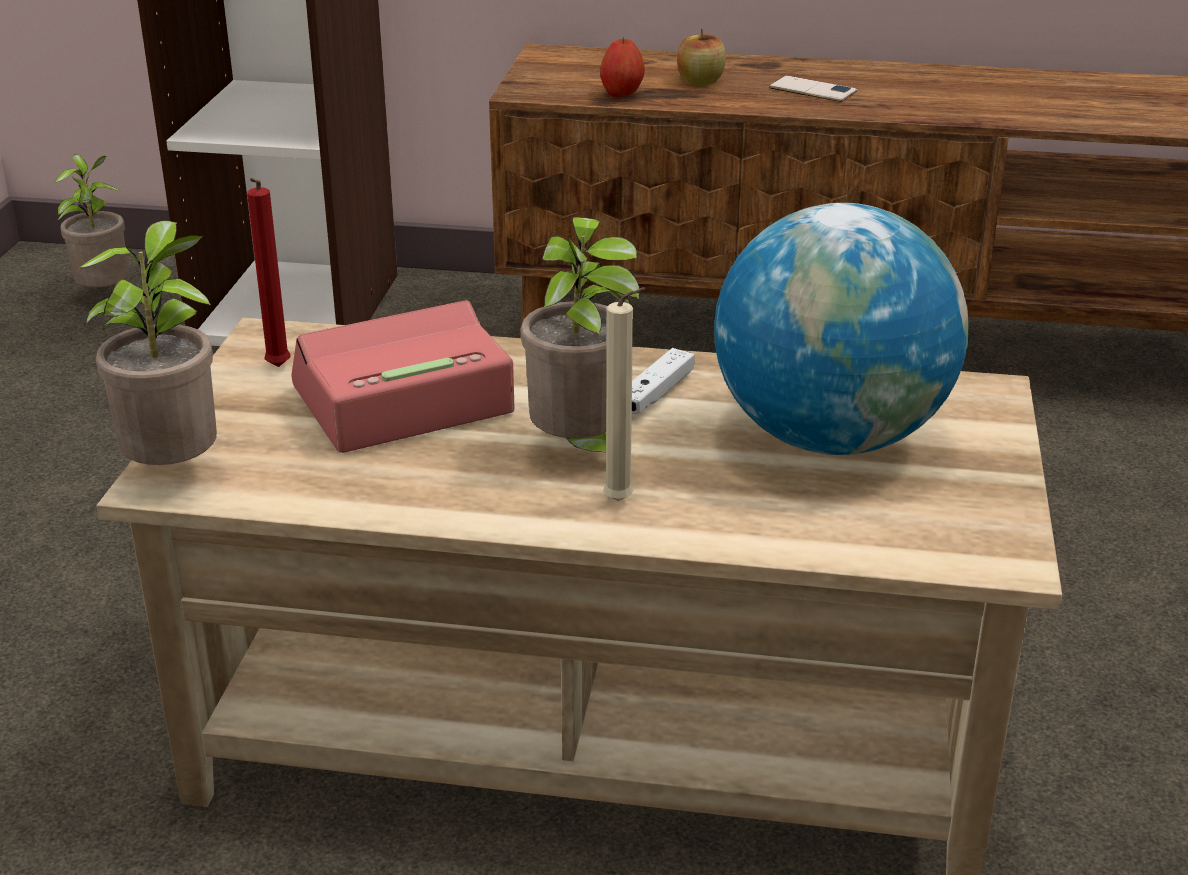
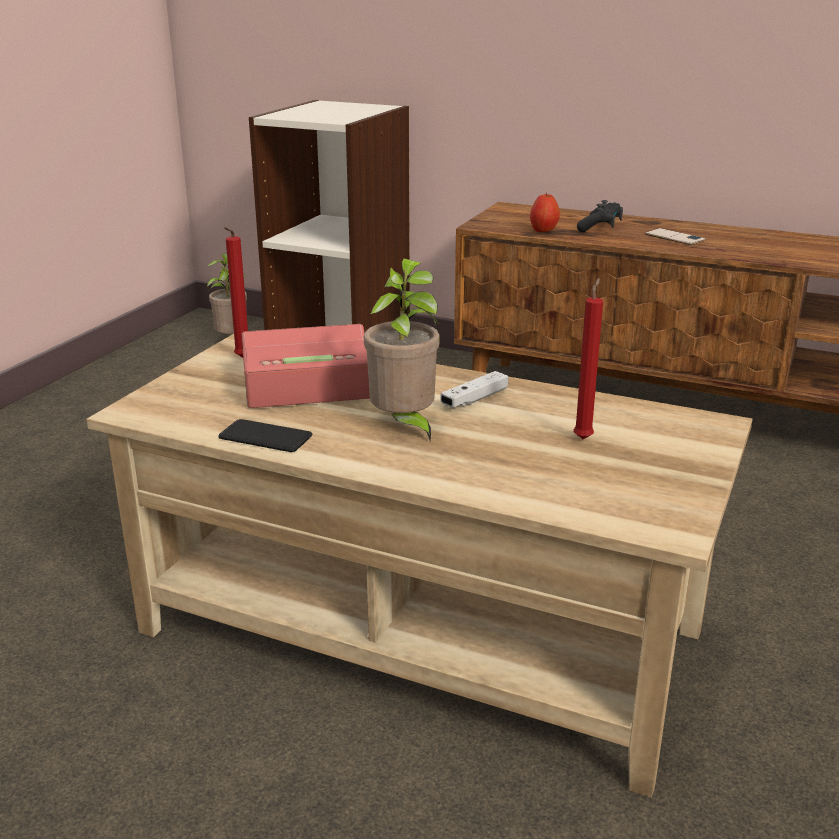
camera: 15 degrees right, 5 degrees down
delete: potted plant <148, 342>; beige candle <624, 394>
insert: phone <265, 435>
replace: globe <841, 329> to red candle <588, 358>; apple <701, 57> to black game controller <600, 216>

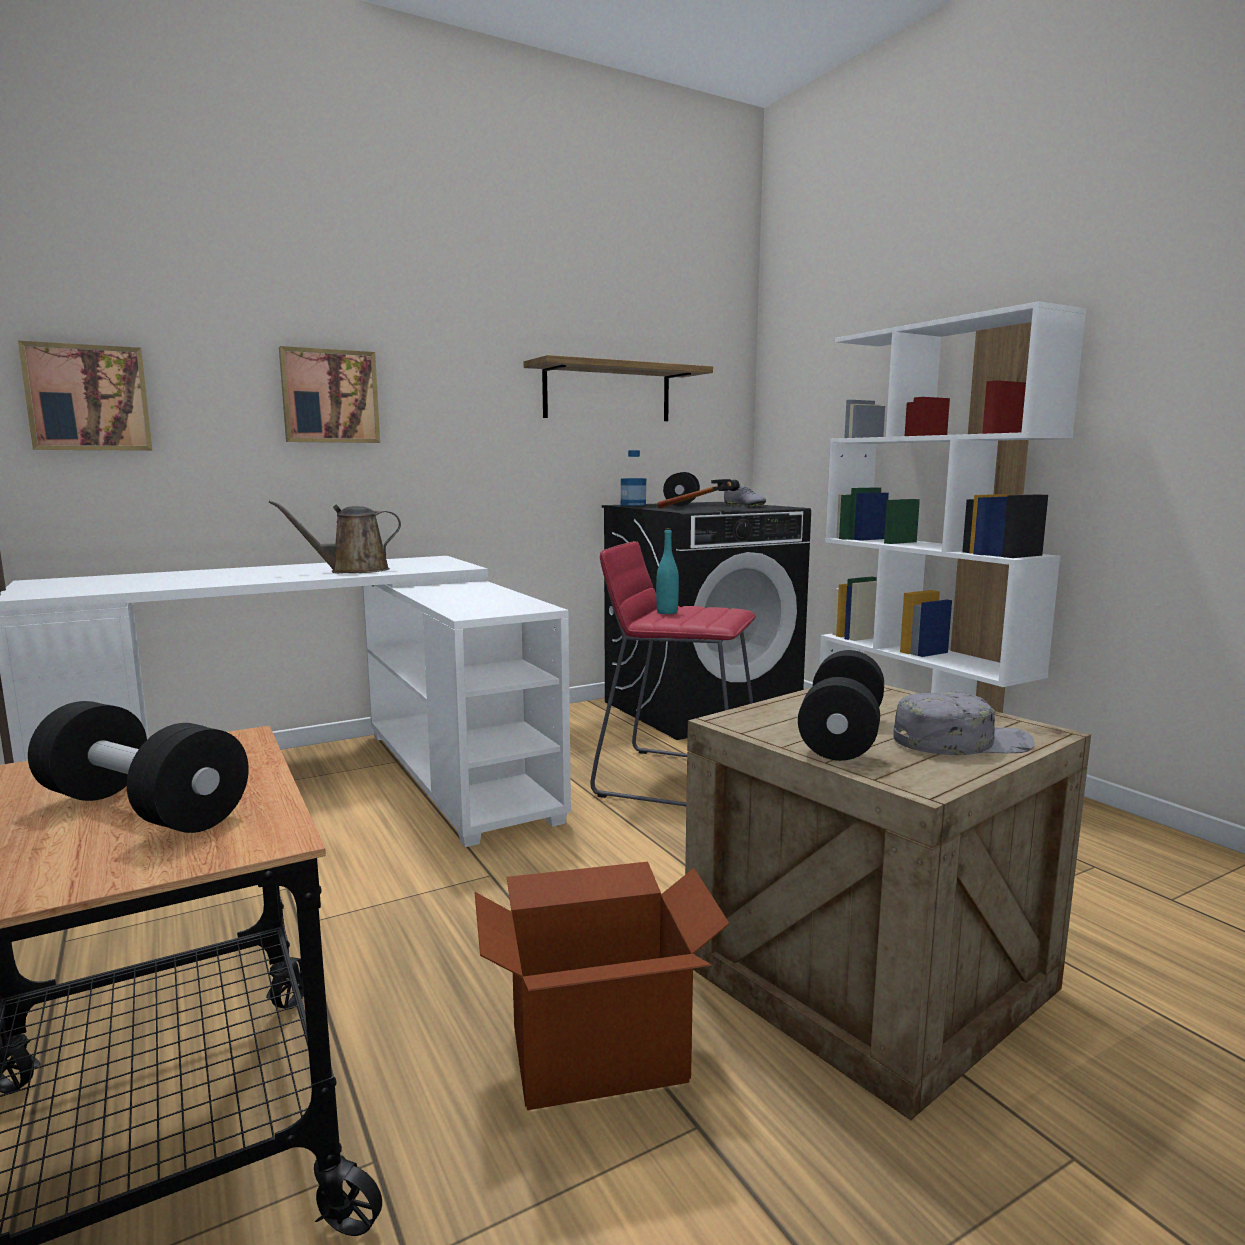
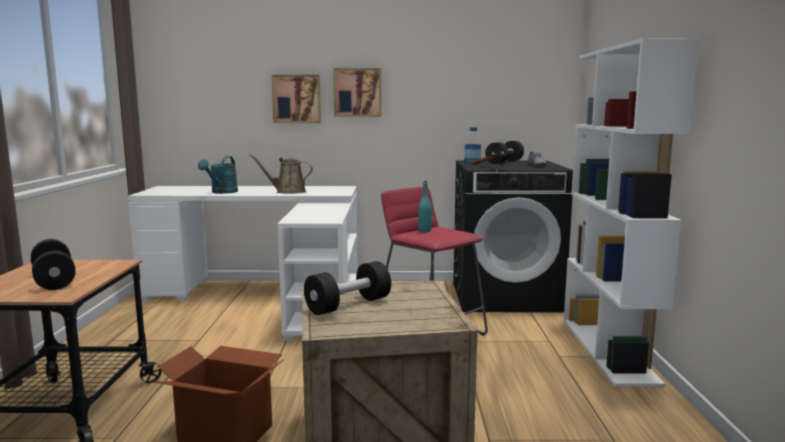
camera: 30 degrees right, 0 degrees up
delete: shelf <618, 388>; grey cap <964, 723>
insert: turquoise watering can <218, 175>
move: picture <85, 396> to <357, 92>

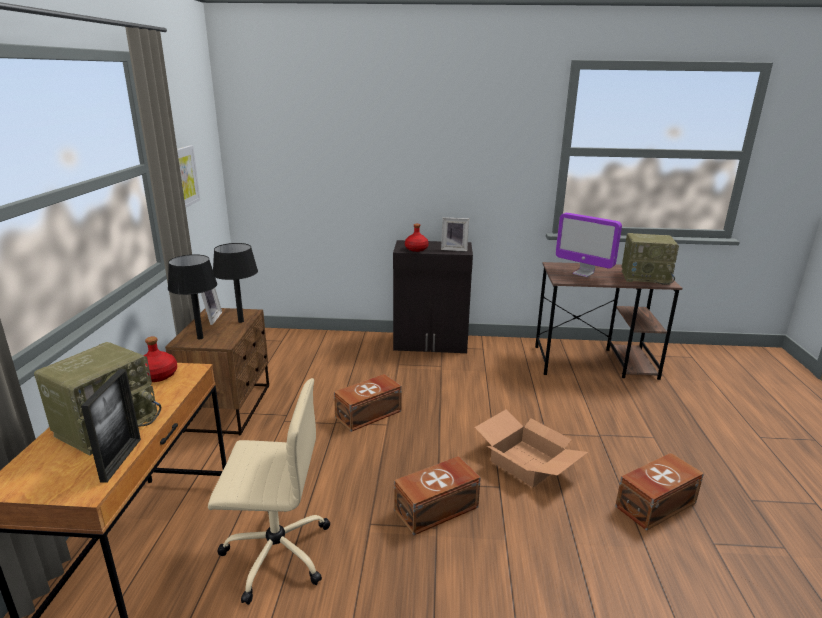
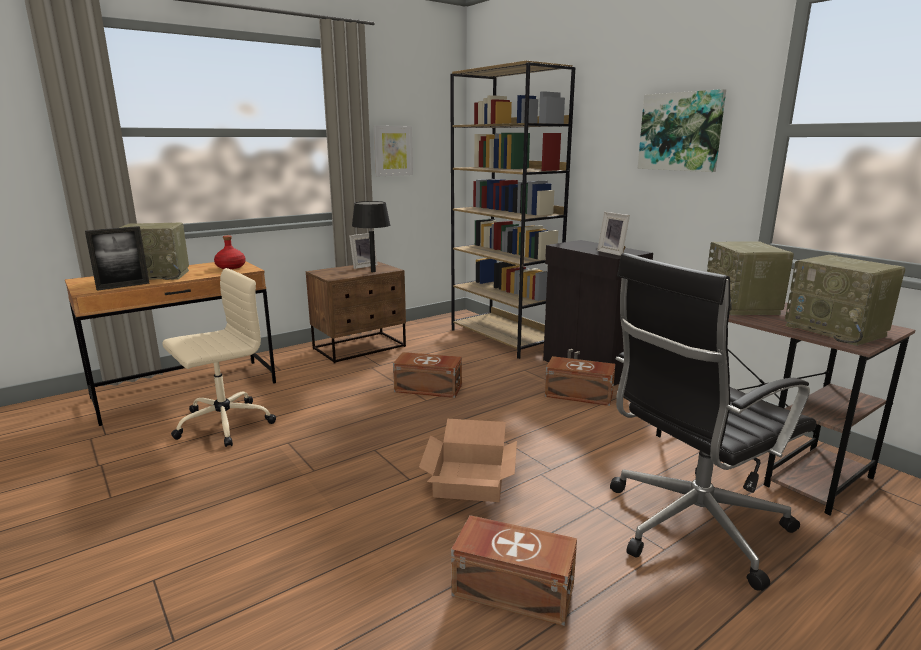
camera: 50 degrees right, 5 degrees down
delete: black table lamp <192, 296>; red bottle <417, 238>
insert: brown bookcase <513, 209>; black office chair <713, 422>; picture <682, 130>
move: brown storage box <437, 496> to <580, 381>
replace: monitor <589, 245> to radio <750, 278>
rotate: beige office chair <269, 491> = <219, 357> 90 degrees counterclockwise

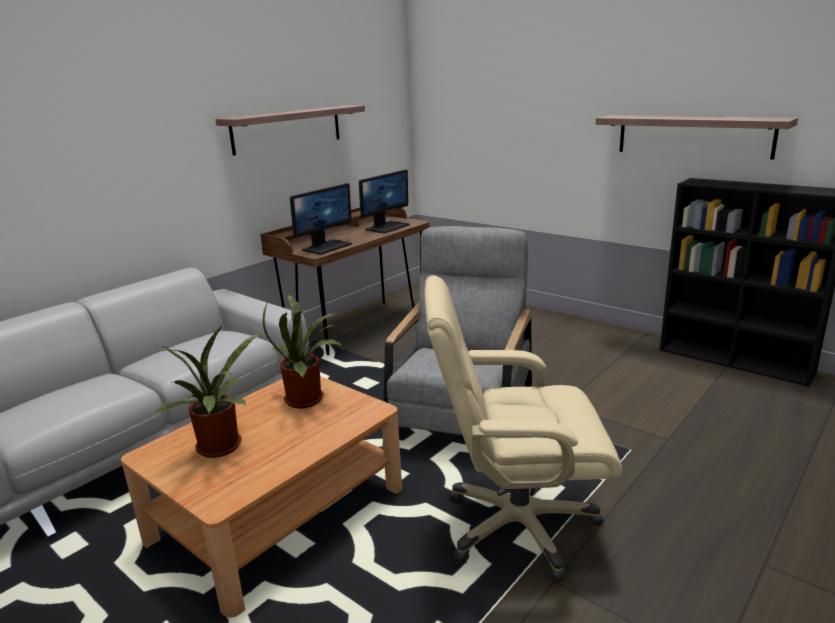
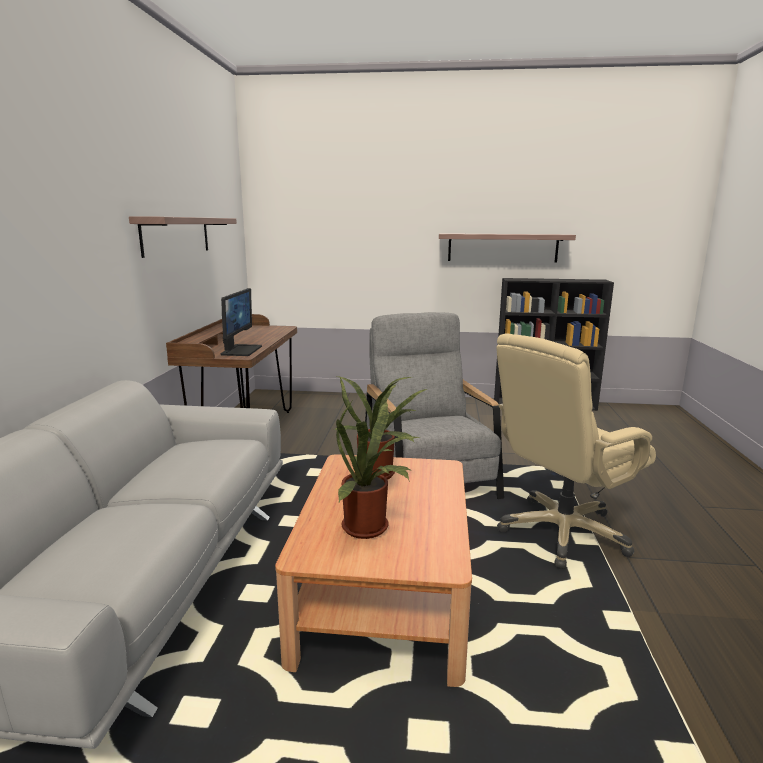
camera: 35 degrees left, 5 degrees down
delete: monitor <384, 201>

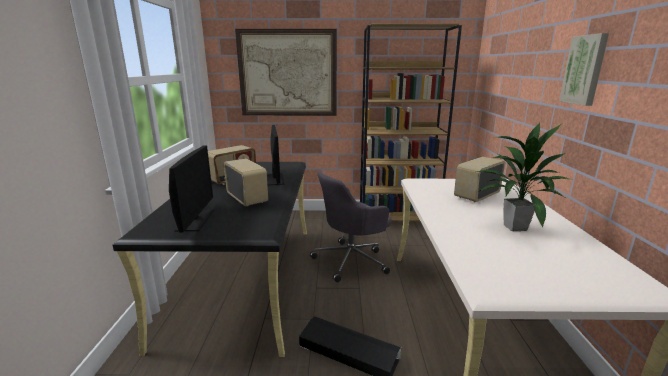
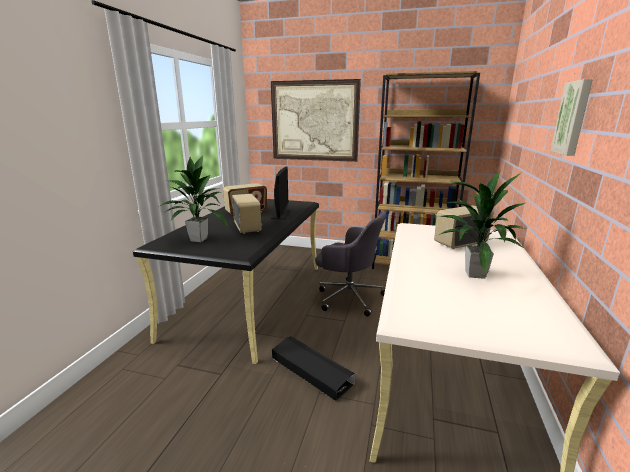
camera: 15 degrees right, 0 degrees up
replace: monitor <191, 189> to potted plant <193, 199>
rotate: grey office chair <351, 226> = <350, 264> 135 degrees counterclockwise

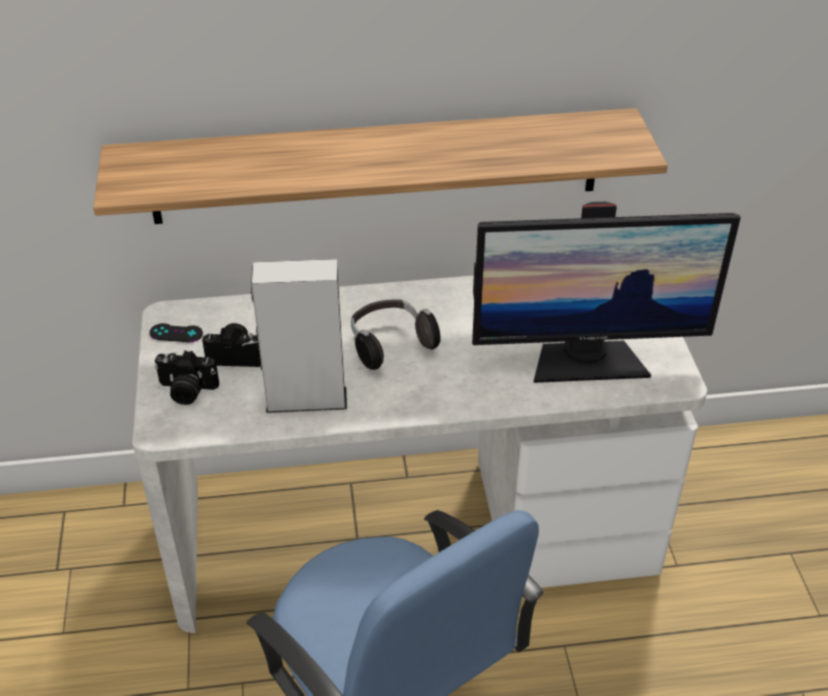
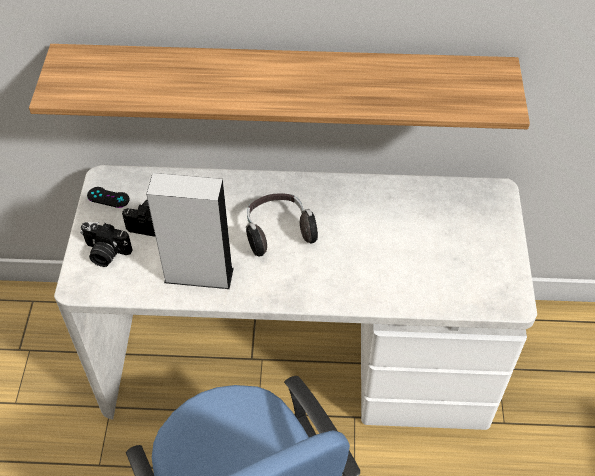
camera: 10 degrees right, 10 degrees up
delete: monitor <606, 292>

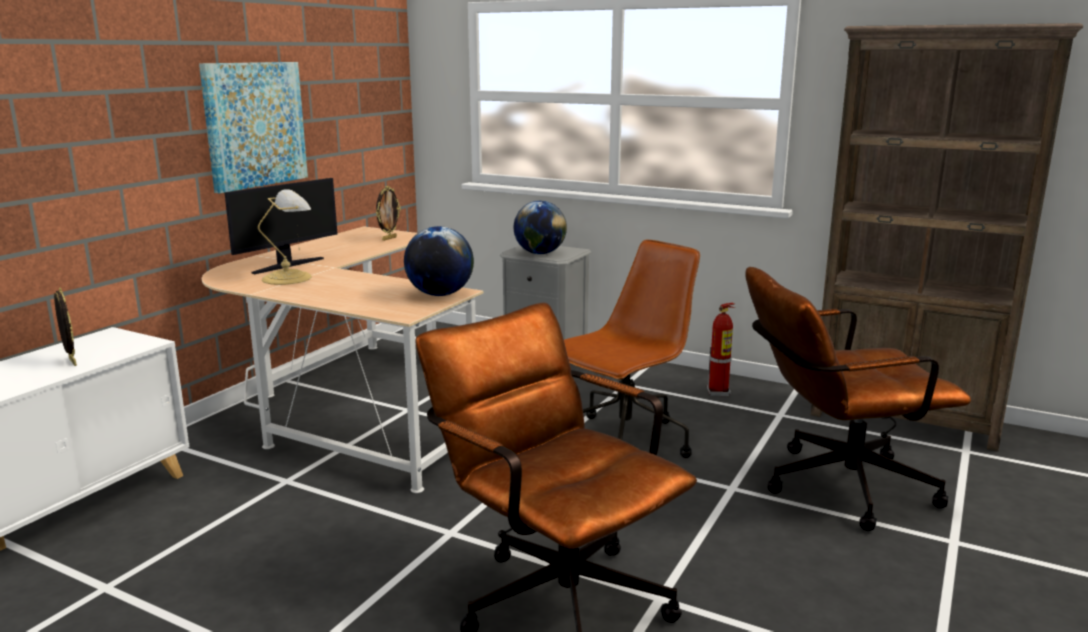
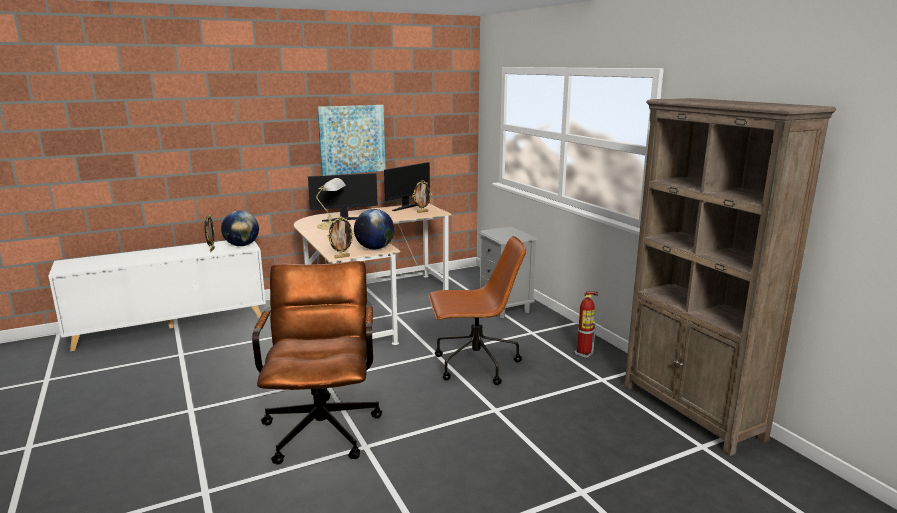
camera: 35 degrees right, 0 degrees up
delete: brown office chair <858, 399>
insert: picture frame <341, 237>; monitor <407, 186>
move: globe <540, 227> to <240, 228>

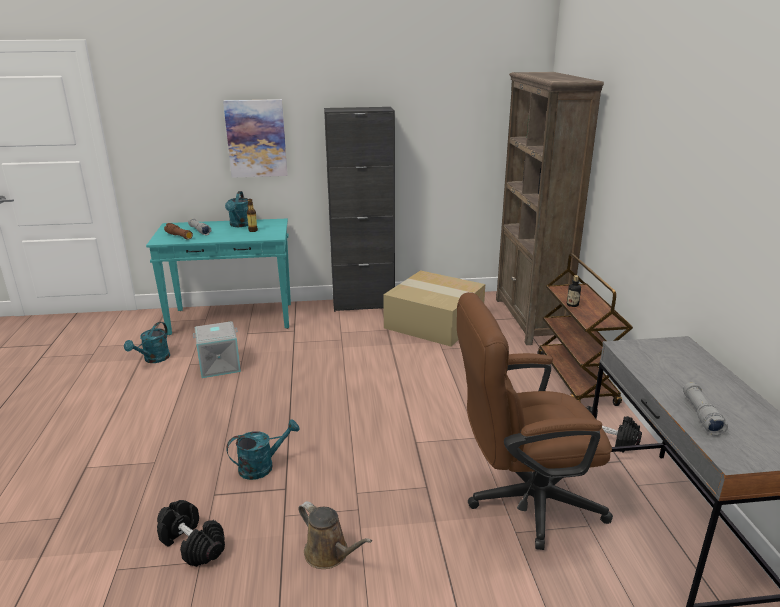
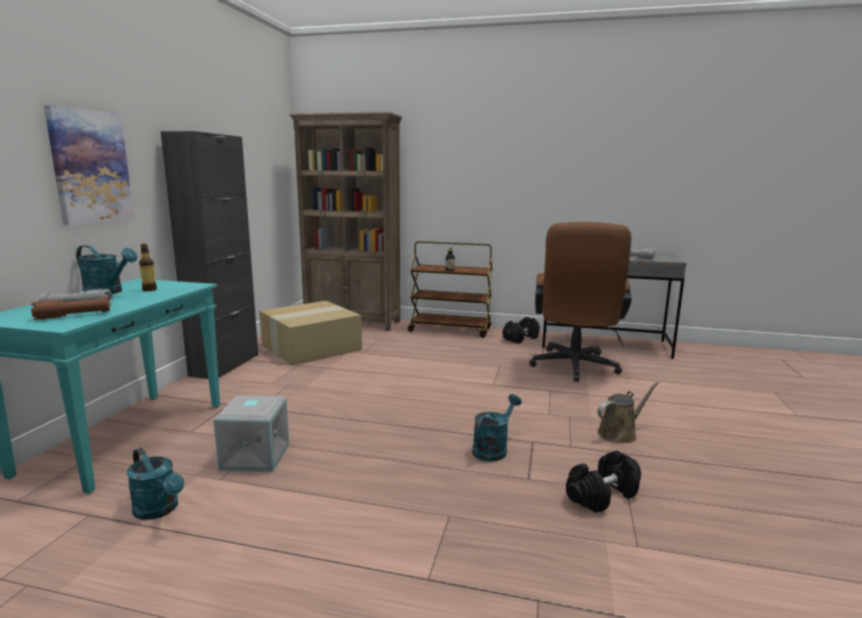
camera: 70 degrees left, 10 degrees down
rotate: turquoise watering can <263, 449> = <497, 428> 45 degrees clockwise

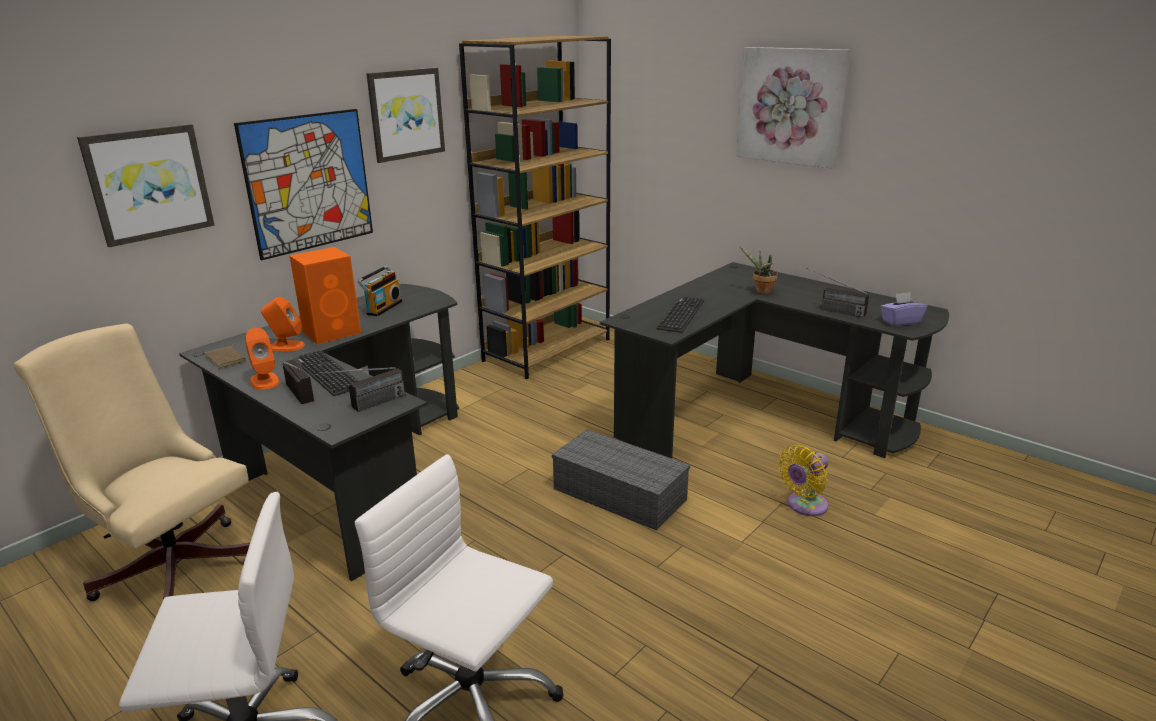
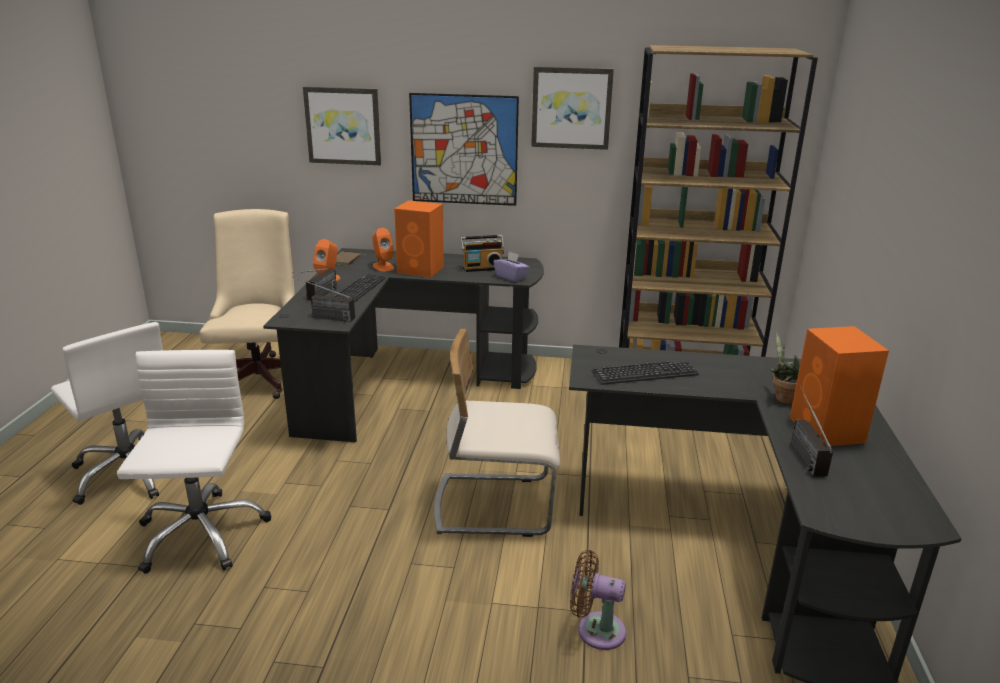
camera: 55 degrees right, 0 degrees up
delete: picture <793, 108>
insert: orange speaker <839, 386>
move: purple tissue box <903, 309> to <511, 267>
replace: grey storage box <621, 480> to beige chair <497, 433>
recolor: yellow fan <803, 480> to brown fan <598, 600>

